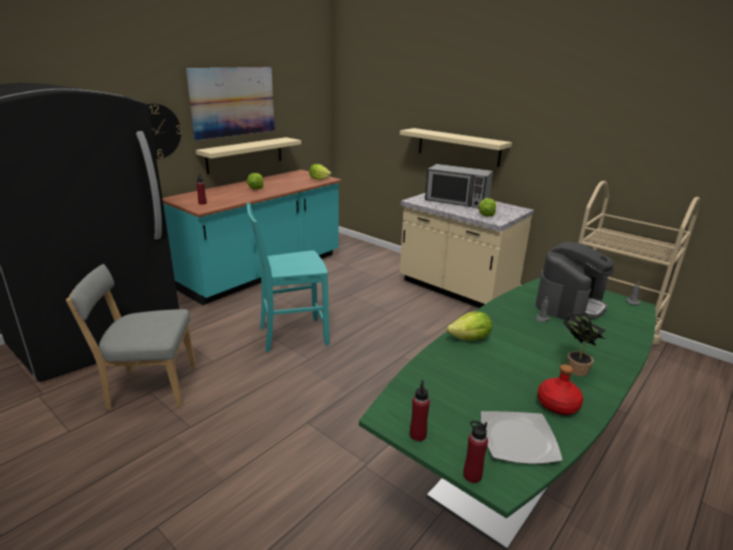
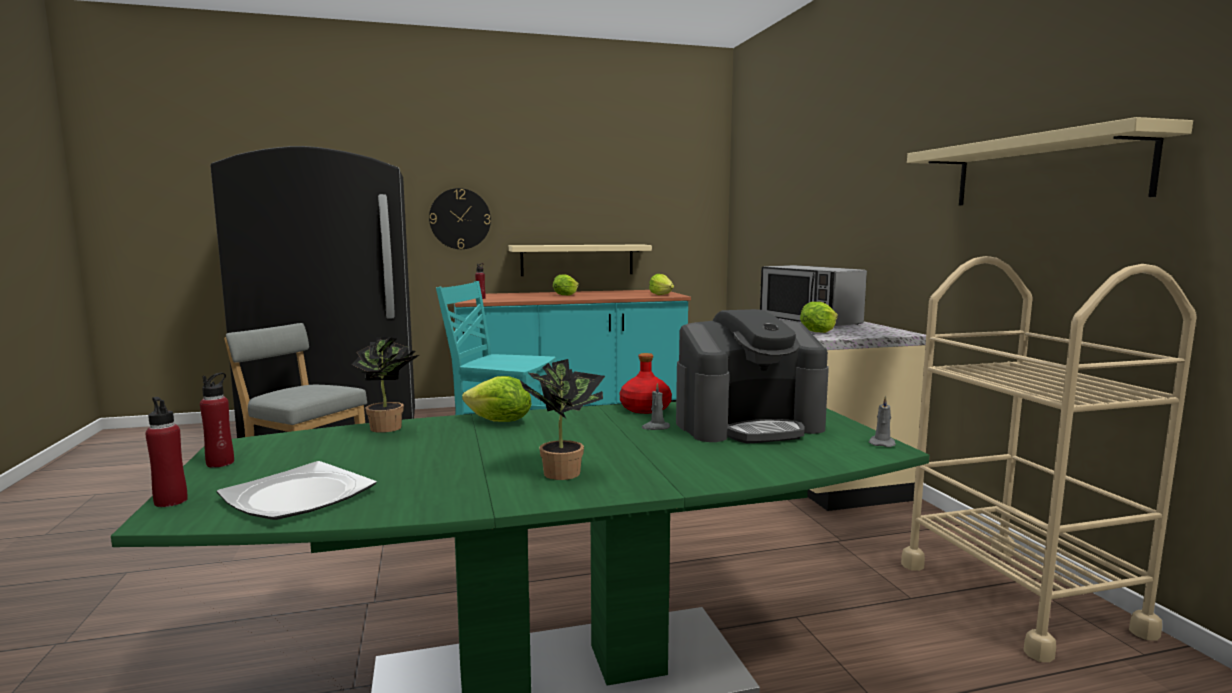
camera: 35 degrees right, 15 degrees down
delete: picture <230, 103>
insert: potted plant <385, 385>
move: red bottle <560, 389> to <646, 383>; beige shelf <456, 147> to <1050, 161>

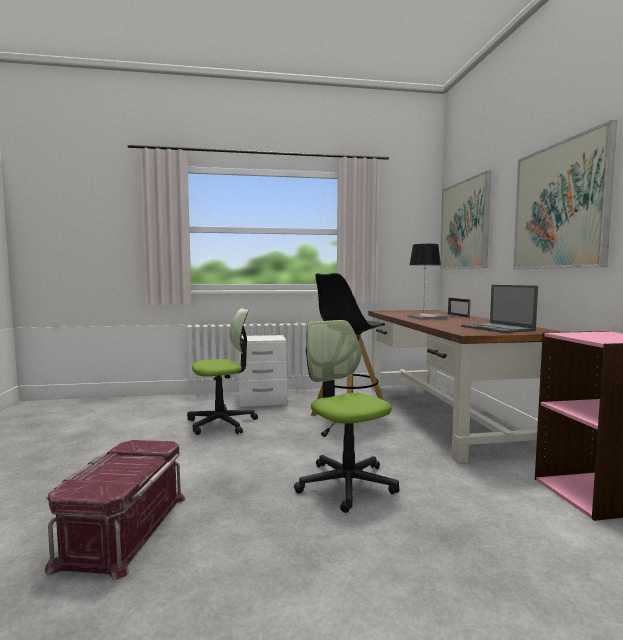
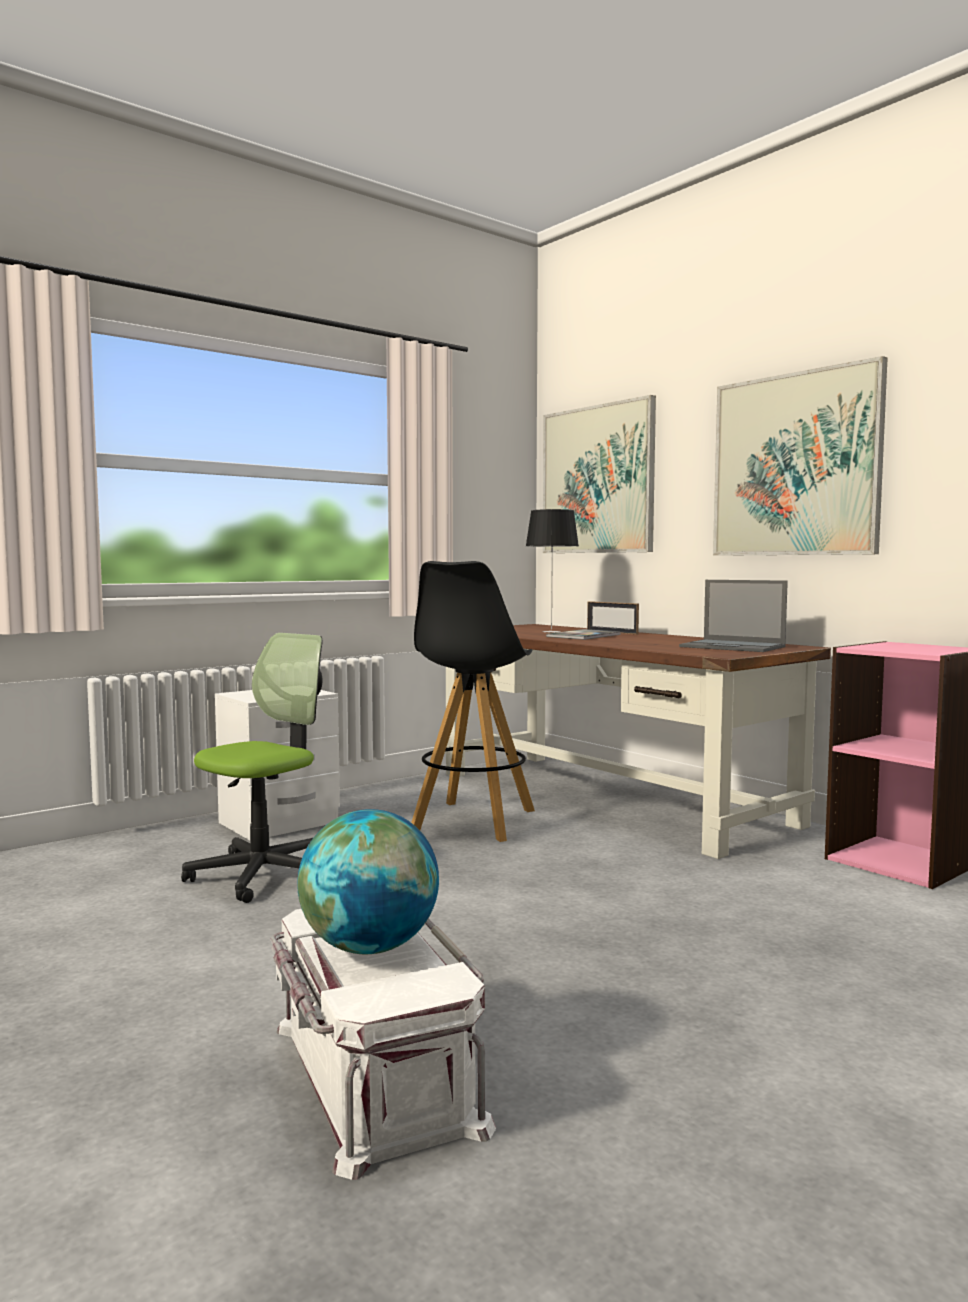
camera: 30 degrees left, 0 degrees up
delete: office chair <346, 416>
insert: globe <368, 881>
recolor: red storage box <115, 510> to white storage box <383, 1044>

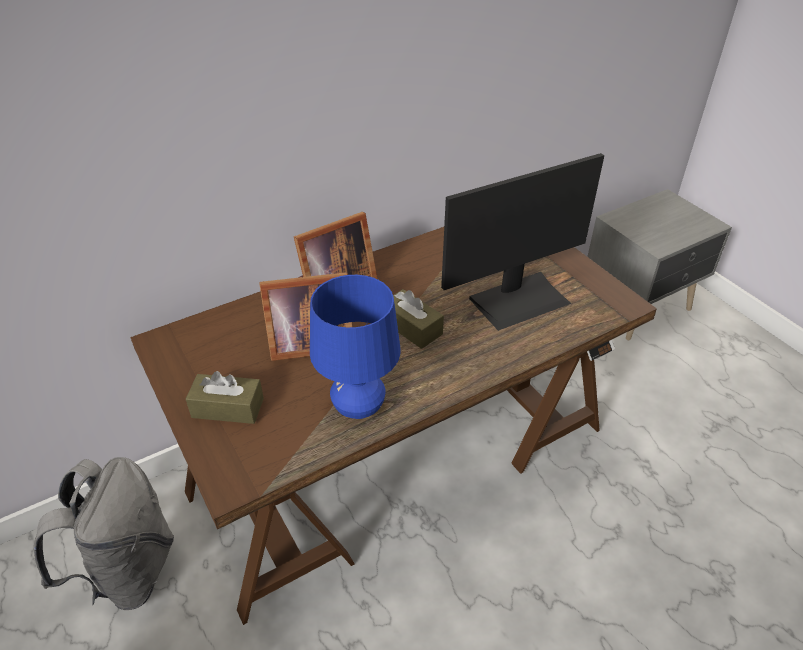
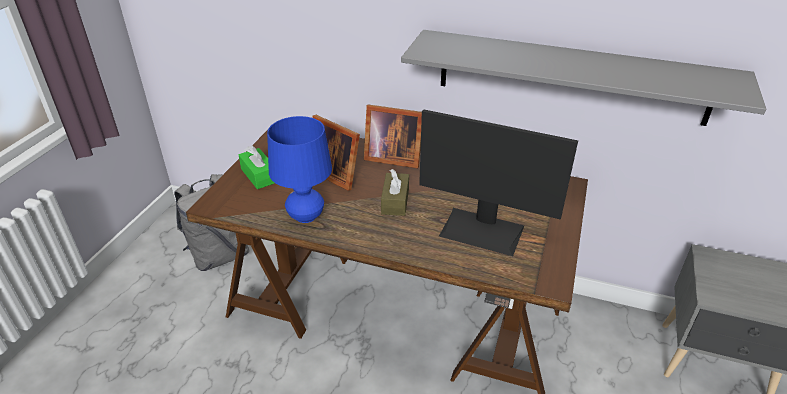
camera: 50 degrees right, 5 degrees down
insert: grey shelf <583, 78>
recolor: brown tissue box <225, 397> to green tissue box <256, 167>

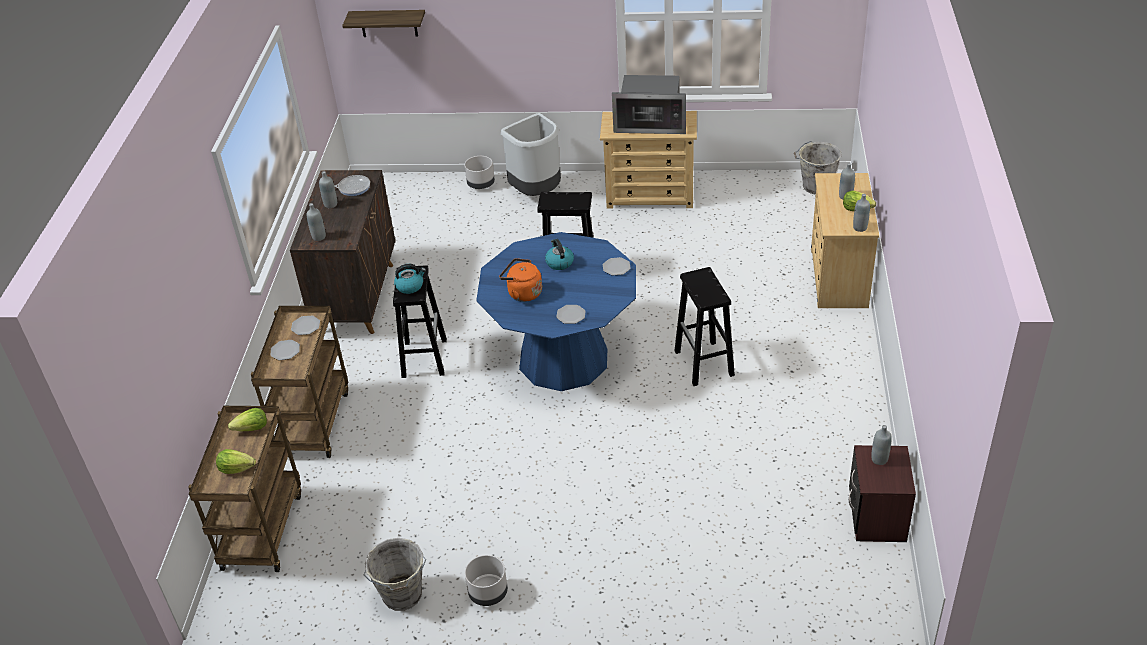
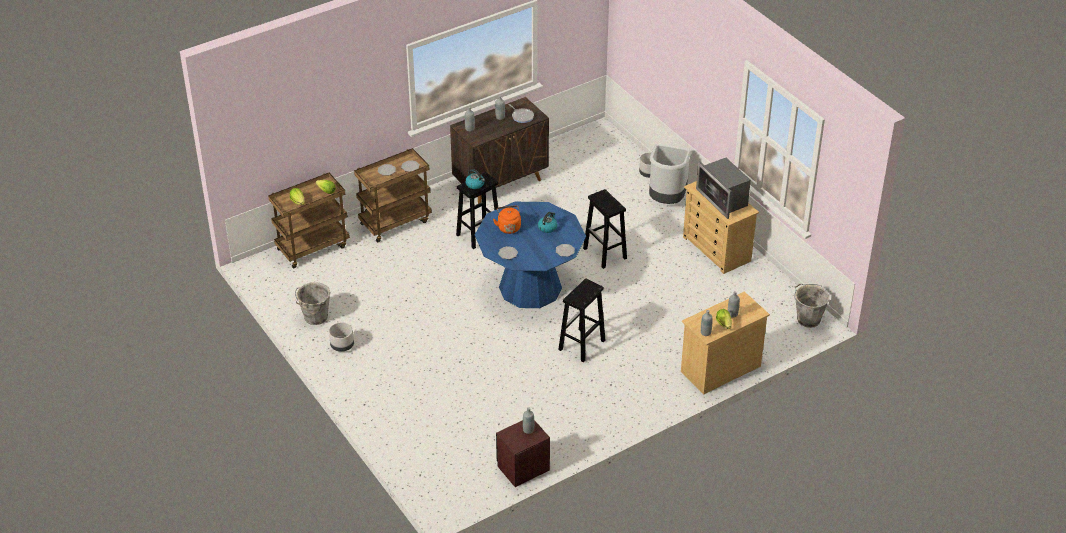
camera: 50 degrees right, 0 degrees up
delete: shelf <383, 23>

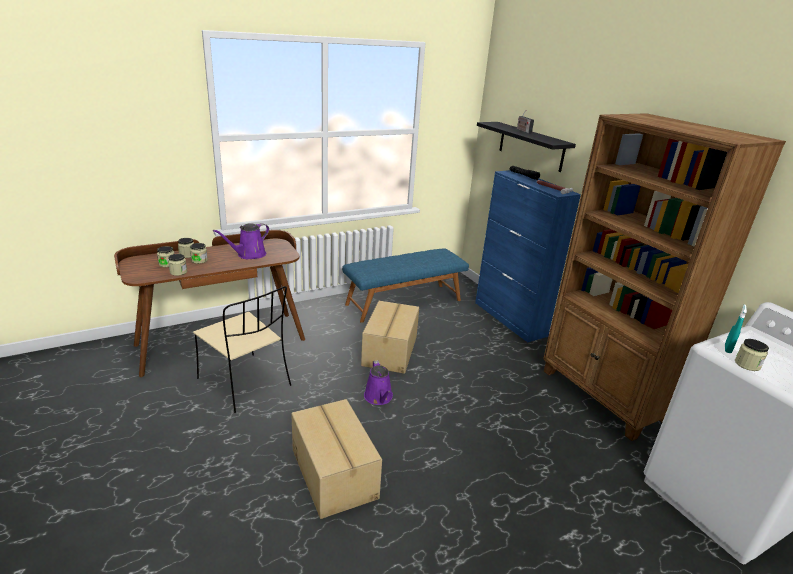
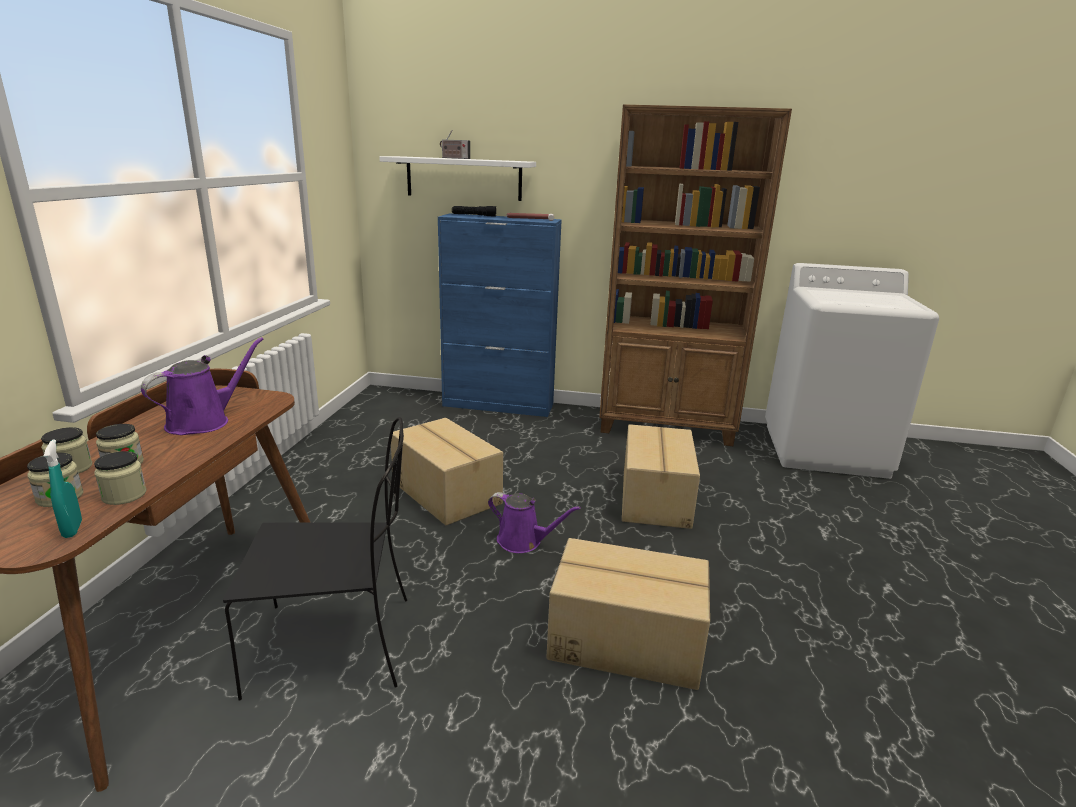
camera: 50 degrees left, 5 degrees down
delete: blue bench <405, 285>; jar <752, 355>
insert: cardboard box <661, 476>
move: turquoise spray bottle <736, 328> to <63, 488>
recolor: beige chair <242, 349> to black chair <315, 559>; black shelf <526, 147> to white shelf <457, 178>
rotate: purple watering can <241, 241> = <202, 386> 135 degrees counterclockwise

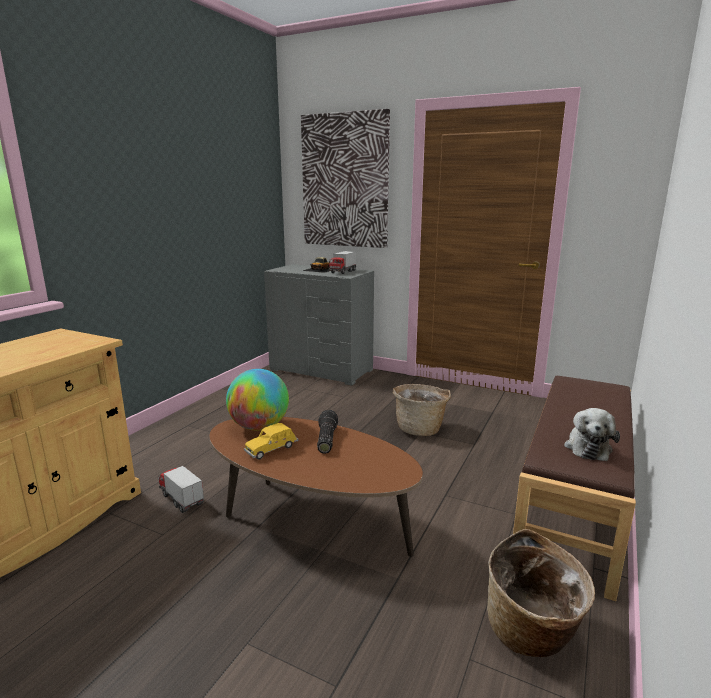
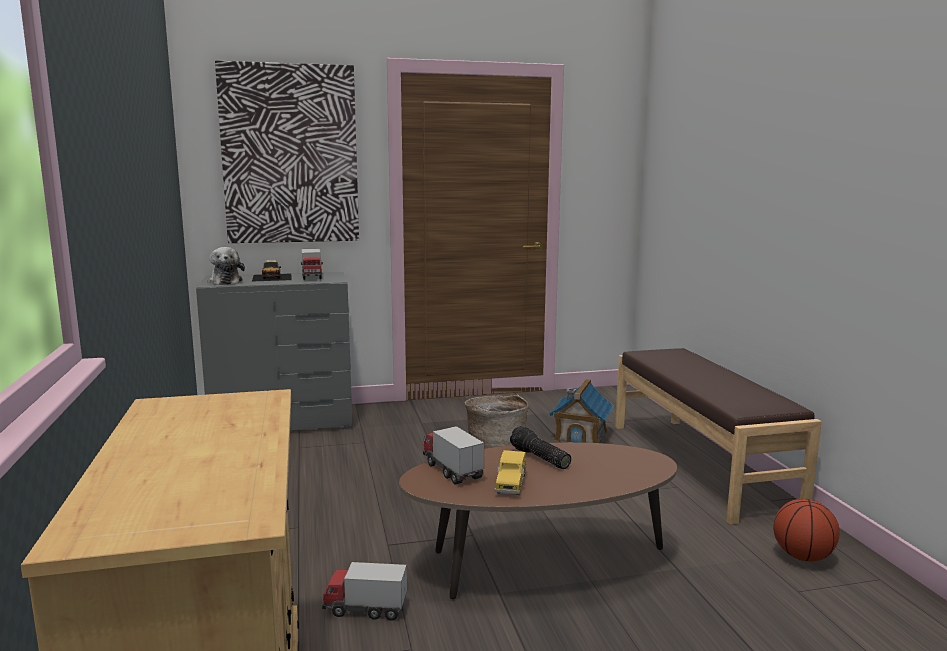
camera: 40 degrees left, 5 degrees down
insert: toy house <581, 411>
move: plush toy <592, 434> to <226, 266>
replace: globe <257, 400> to toy truck <453, 455>; basket <541, 593> to basketball <806, 530>

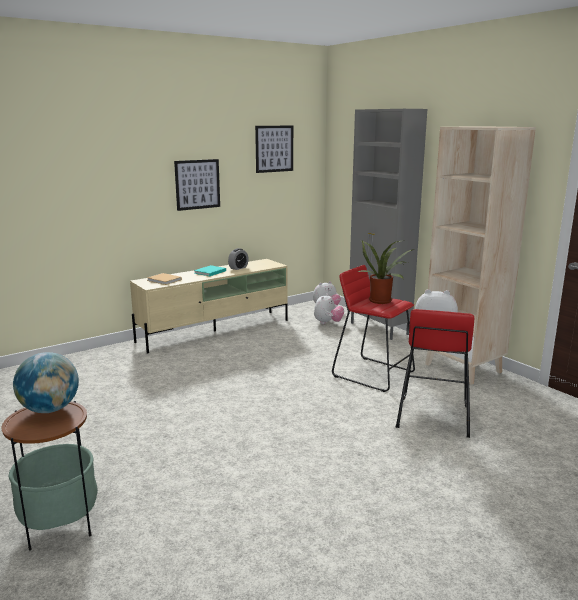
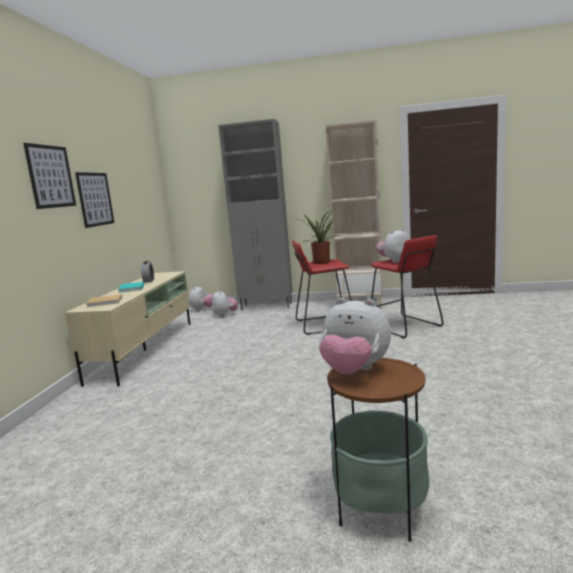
camera: 45 degrees left, 5 degrees down
move: picture <274, 149> to <49, 176>
replace: globe <46, 382> to plush toy <355, 336>

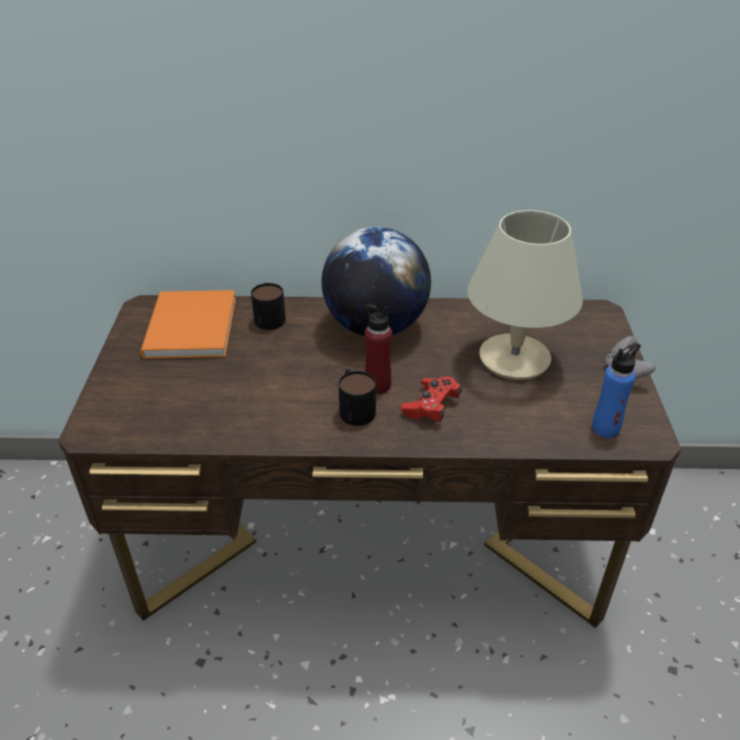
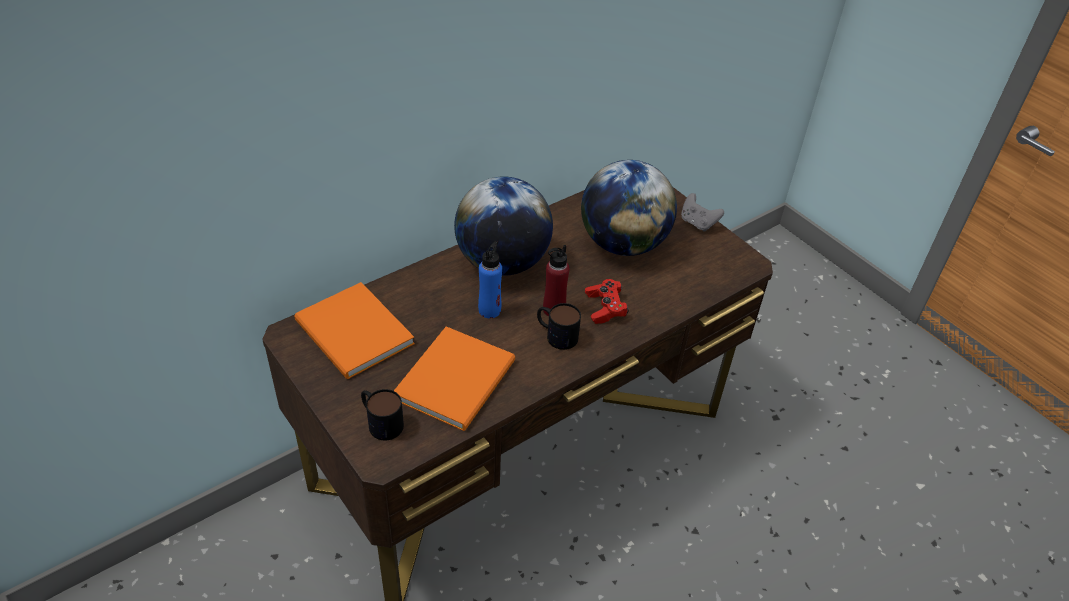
camera: 40 degrees left, 5 degrees up
insert: orange book <454, 379>
move: mug <268, 306> to <382, 414>; blue bottle <616, 390> to <490, 279>
replace: beige table lamp <525, 295> to globe <629, 208>

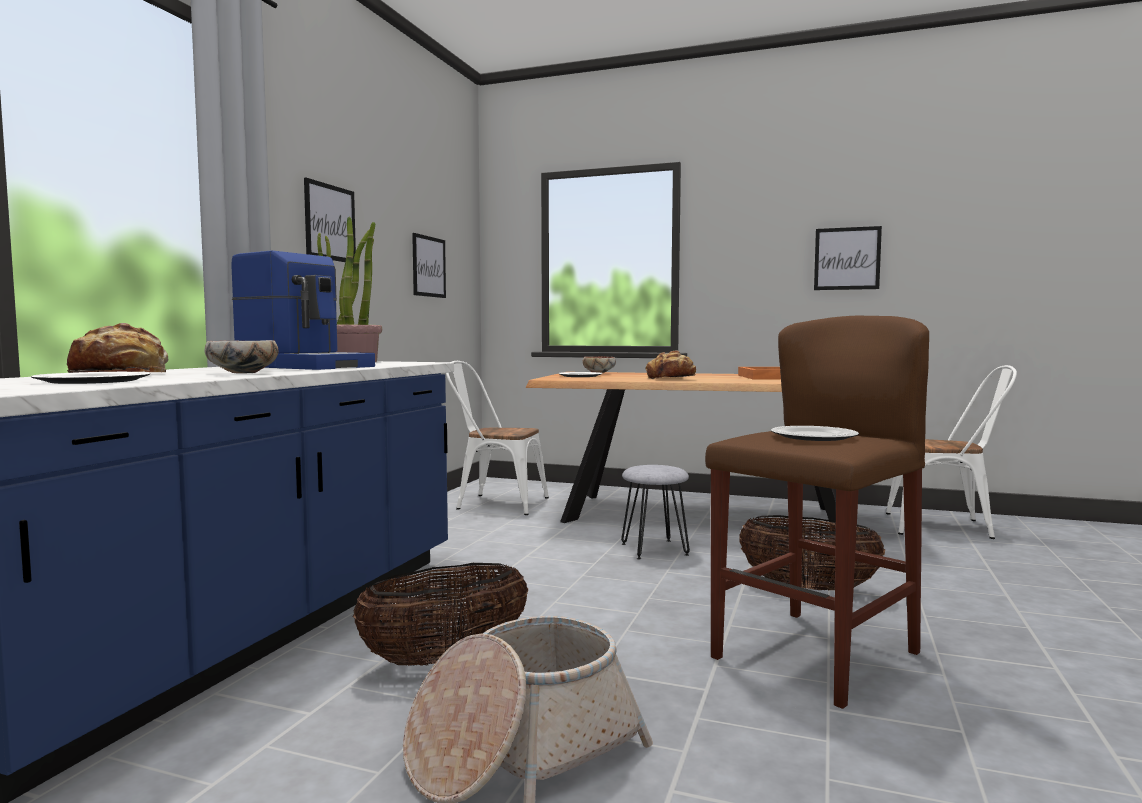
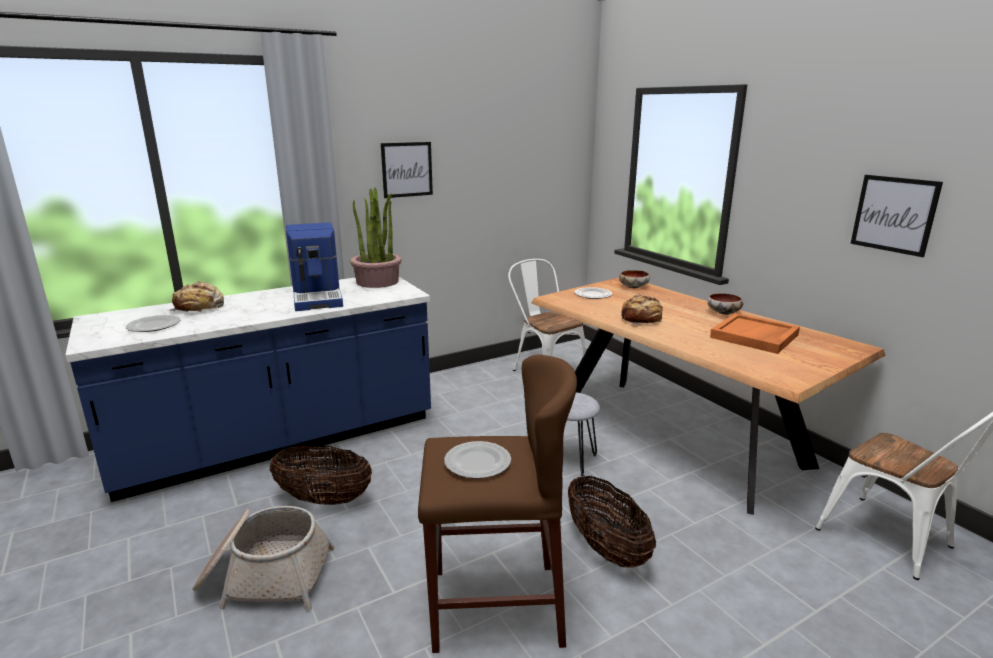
camera: 40 degrees right, 15 degrees up
delete: picture <429, 265>
move: bowl <241, 356> to <725, 304>

